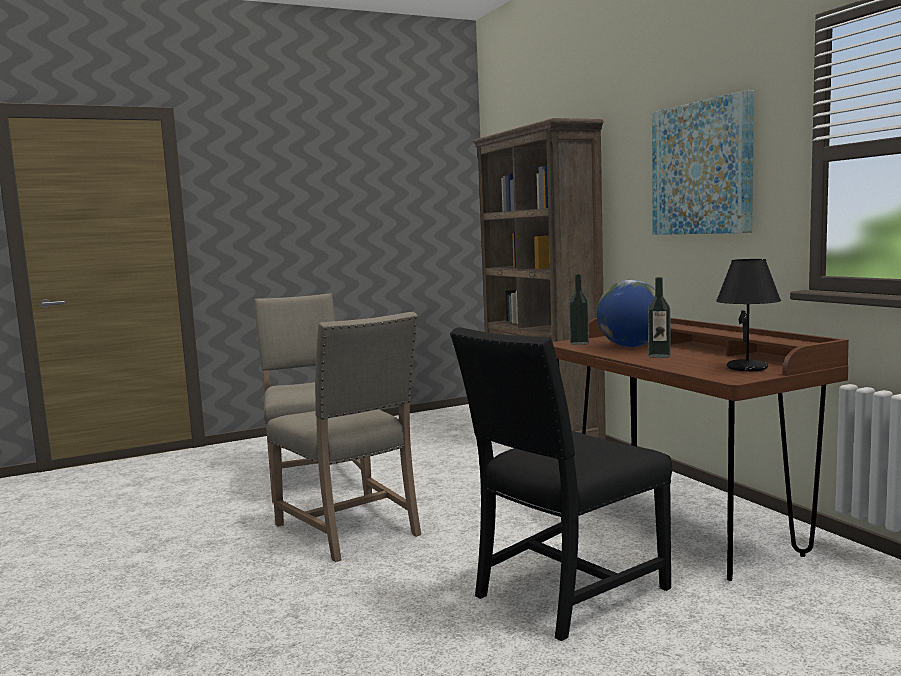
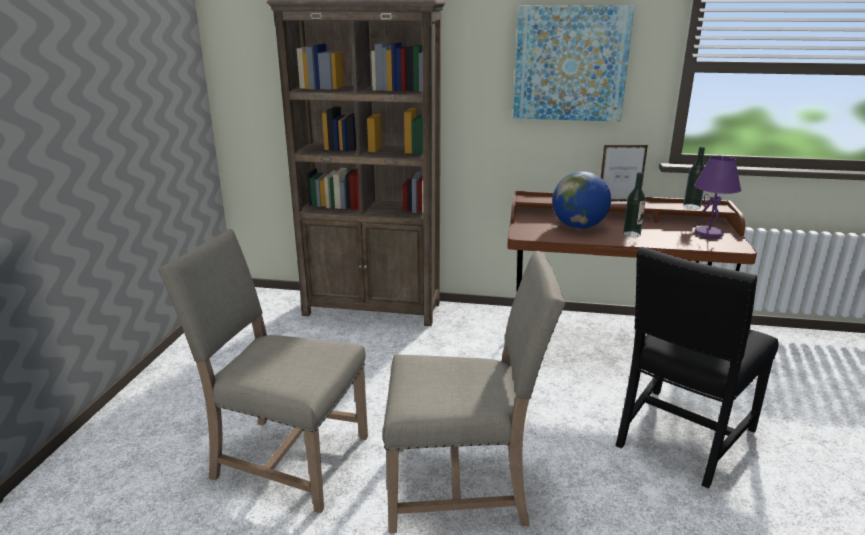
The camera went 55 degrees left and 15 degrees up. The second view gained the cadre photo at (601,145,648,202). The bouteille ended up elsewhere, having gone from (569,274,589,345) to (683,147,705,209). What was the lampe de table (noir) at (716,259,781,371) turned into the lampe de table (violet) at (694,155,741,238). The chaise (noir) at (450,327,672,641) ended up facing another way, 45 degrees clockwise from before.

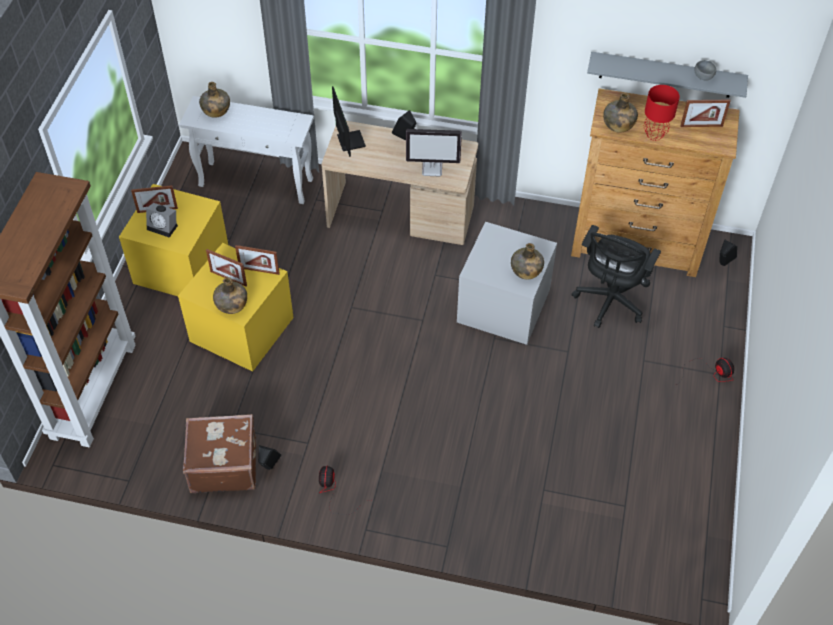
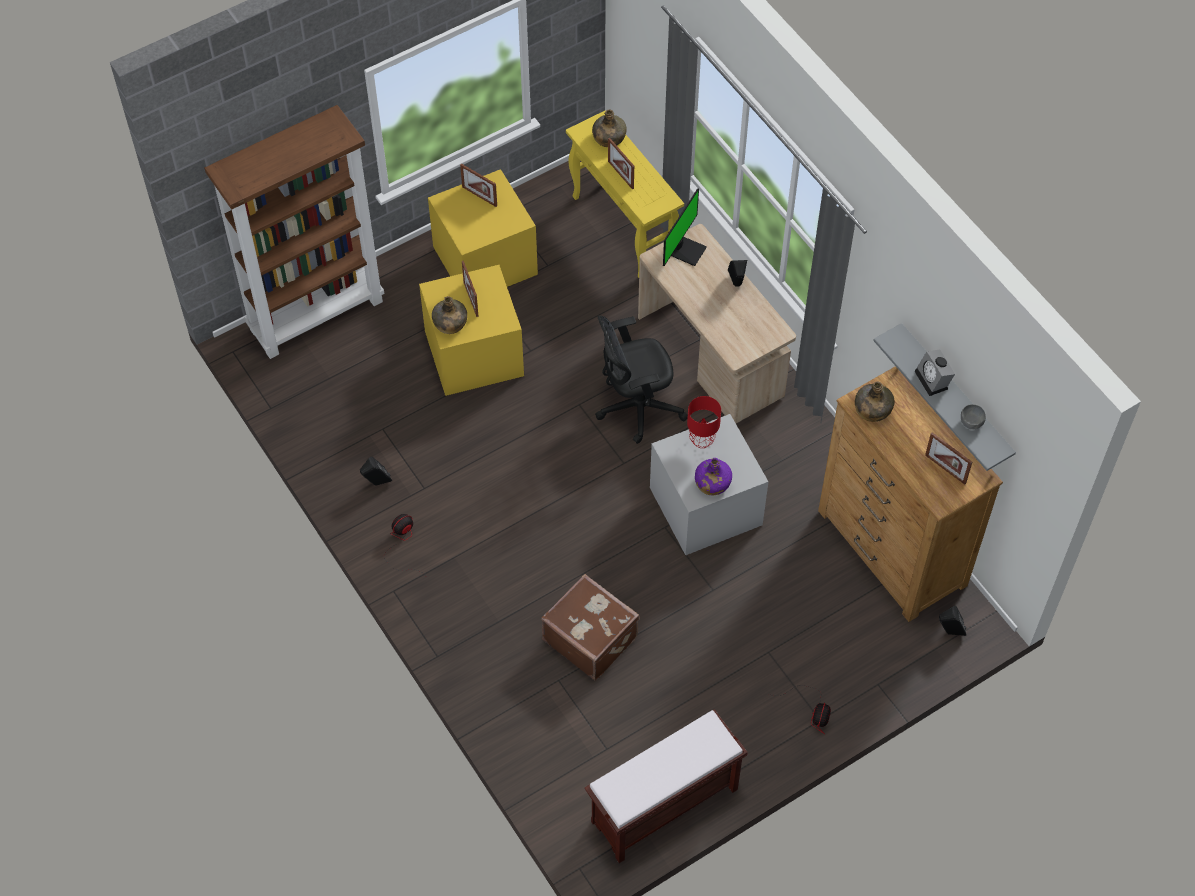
The camera went 45 degrees right and 5 degrees up. The second view lost the écran d'ordinateur at (406,129,462,176). The second view gained the banc (marron) at (585,709,748,863). The réveil ended up elsewhere, having gone from (146,203,178,238) to (915,349,955,396). The valise (marron) ended up elsewhere, having gone from (183,414,256,493) to (541,574,640,681). The cadre photo ended up elsewhere, having gone from (235,245,280,275) to (608,138,634,189). The chaise de bureau (noir) ended up elsewhere, having gone from (571,225,661,328) to (595,315,688,444). The lampe de table (rouge) ended up elsewhere, having gone from (644,85,680,141) to (687,396,721,448). What was the table console (blanc) at (179,96,314,204) turned into the table console (jaune) at (566,110,684,278). What was the bouteille (vert) at (511,243,544,280) turned into the bouteille (violet) at (695,458,732,495).

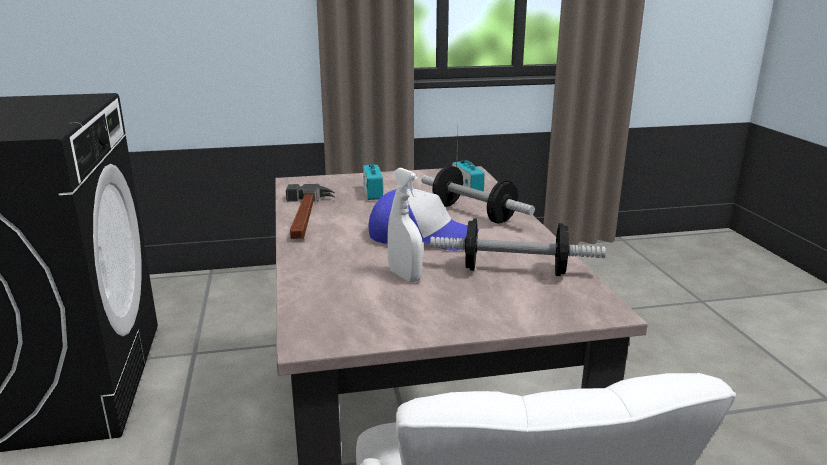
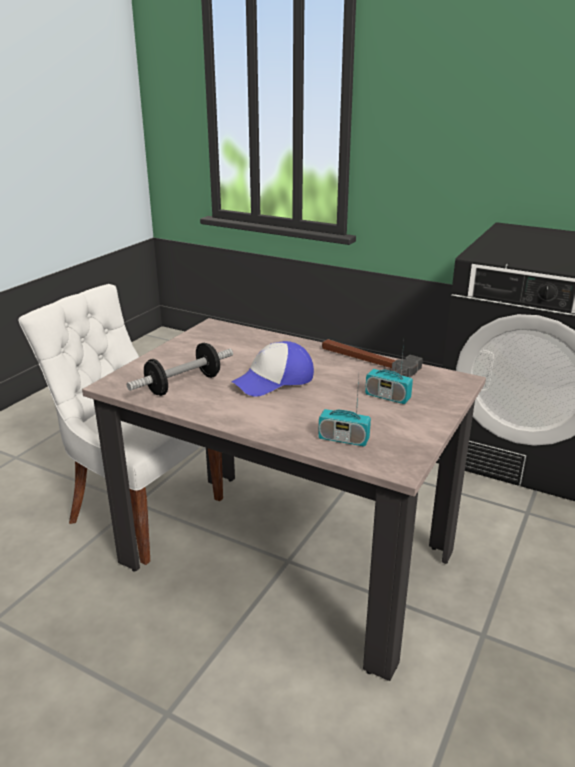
The camera went 130 degrees right and 5 degrees up. The second view lost the vaporisateur (blanc) at (387,168,423,282). The second view lost the haltère at (421,166,535,224).

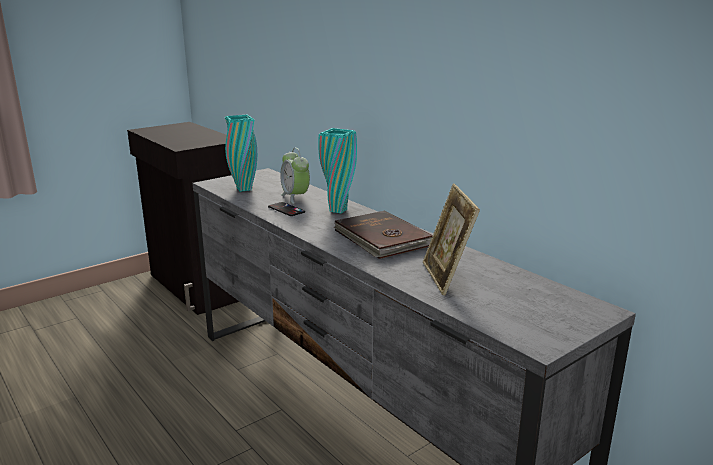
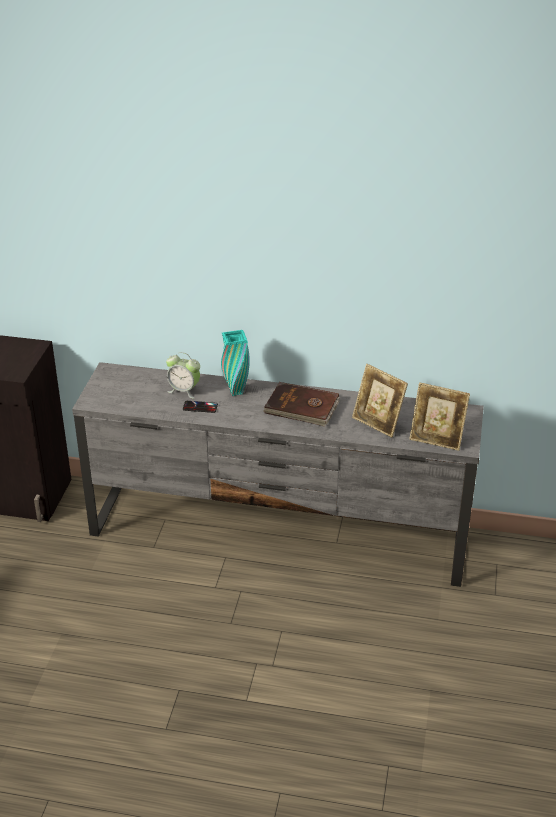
The camera went 40 degrees left and 15 degrees up. The second view lost the vase (turquoise) at (225,115,257,192). The second view gained the cadre photo at (409,382,470,451).

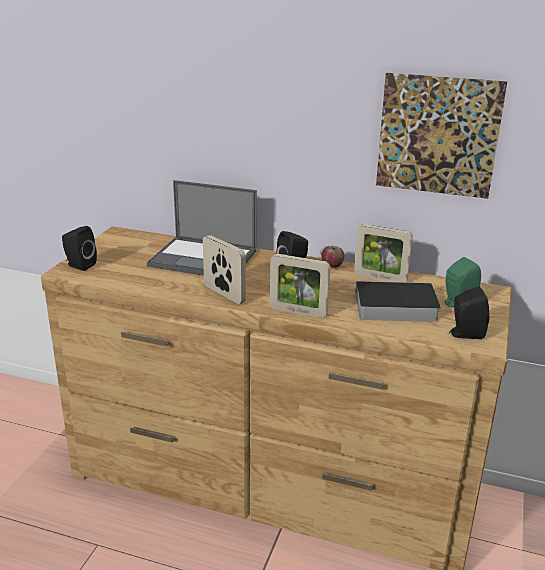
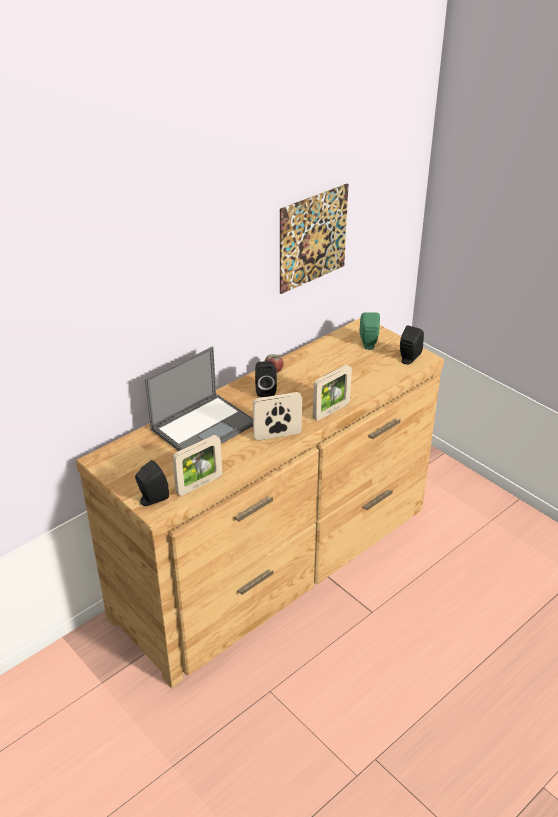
The camera went 60 degrees left and 10 degrees up. The second view lost the livre at (342,281,441,322). The cadre photo ended up elsewhere, having gone from (354,224,413,282) to (172,435,222,496).

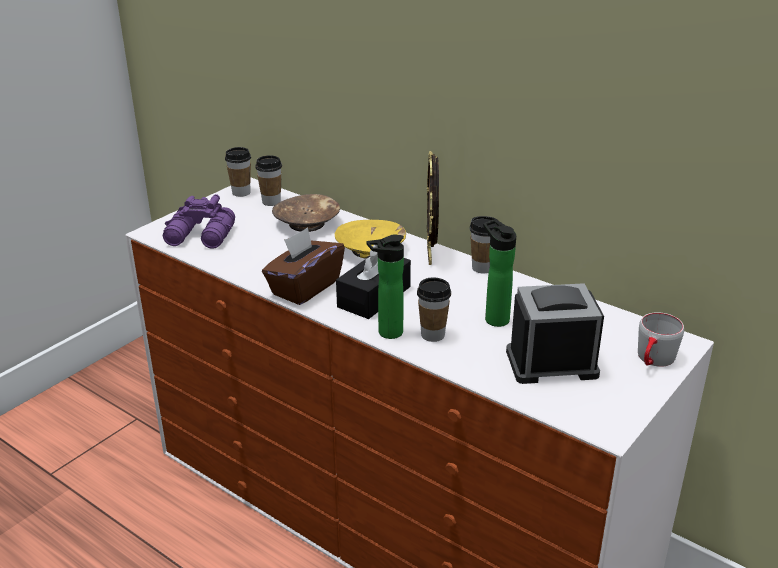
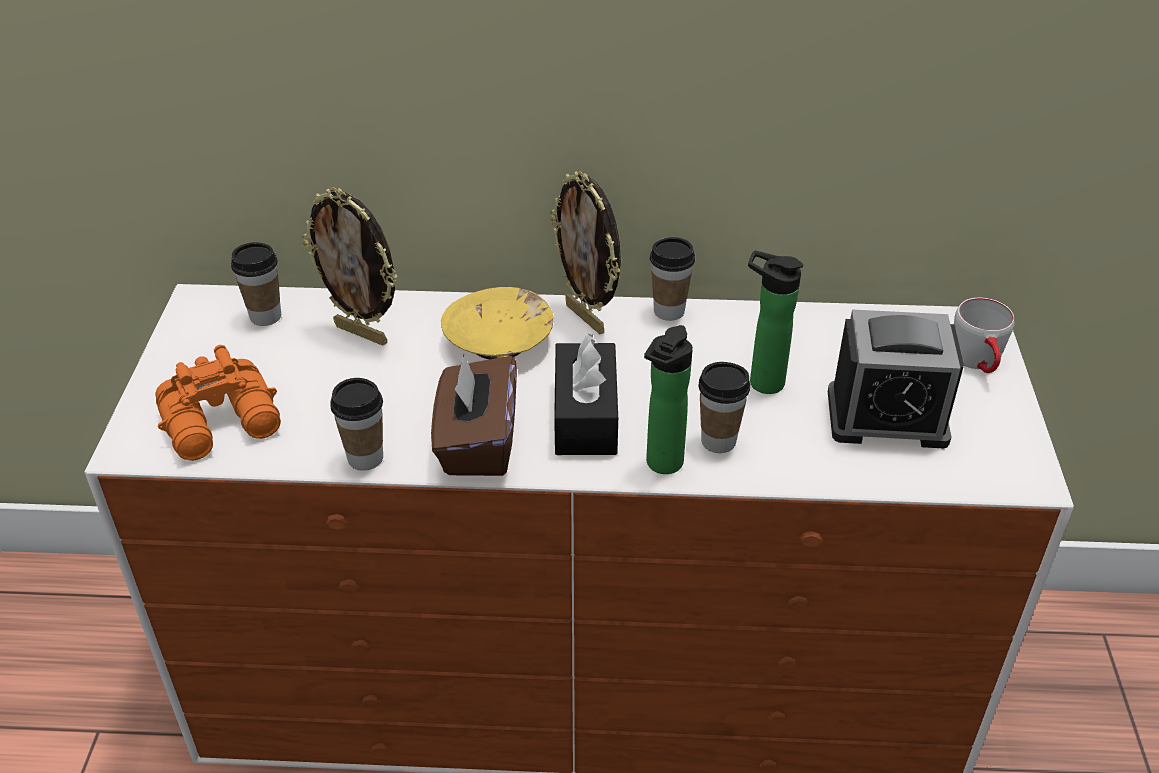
The camera went 35 degrees left and 10 degrees up. The tasse ended up elsewhere, having gone from (225,147,251,197) to (330,378,383,471). Where the bol (marron) stood at (272,194,340,232), the cadre photo came to stand at (302,187,397,345). What was the jumelles (violet) at (163,194,235,249) turned into the jumelles (orange) at (156,345,281,461). The réveil at (506,283,604,384) ended up facing another way, 135 degrees counterclockwise from before.

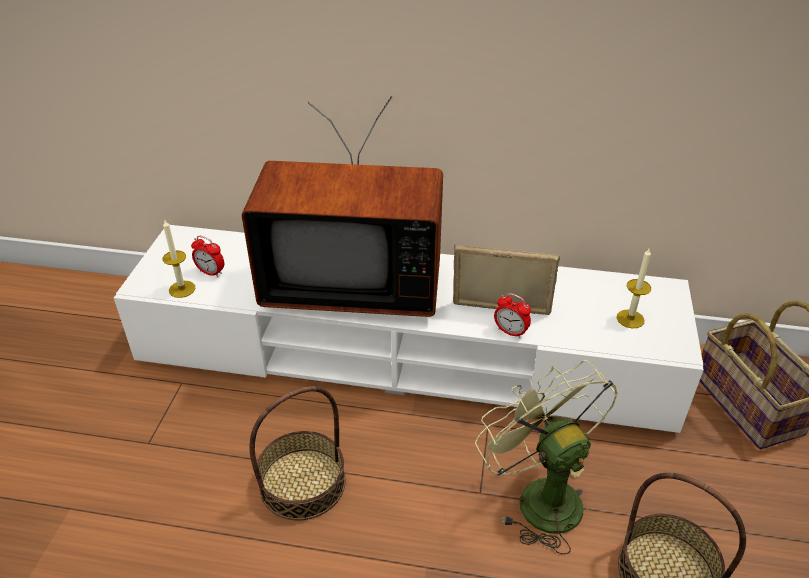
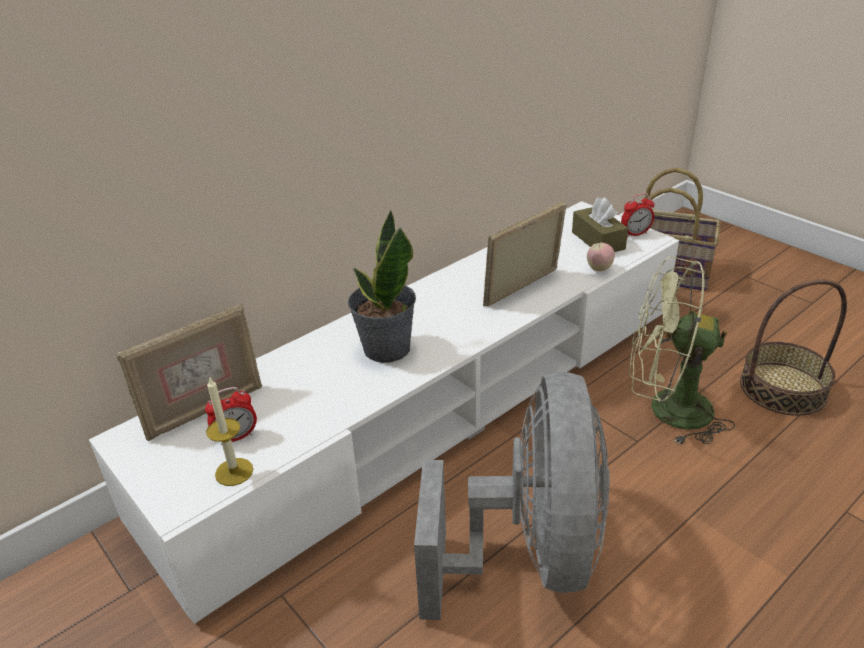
The camera went 50 degrees left and 5 degrees down. The second view gained the cadre photo at (117,304,262,441). The second view gained the pomme at (587,242,615,271). The réveil ended up elsewhere, having gone from (494,293,531,339) to (621,193,654,238). Where the téléviseur stood at (242,96,443,317), the plante en pot came to stand at (348,209,416,363). Where the panier stood at (249,386,346,521), the ventilateur (gris) came to stand at (414,372,610,620). Where the bougie stood at (617,249,651,328), the boîte à mouchoirs (marron) came to stand at (572,197,628,252).

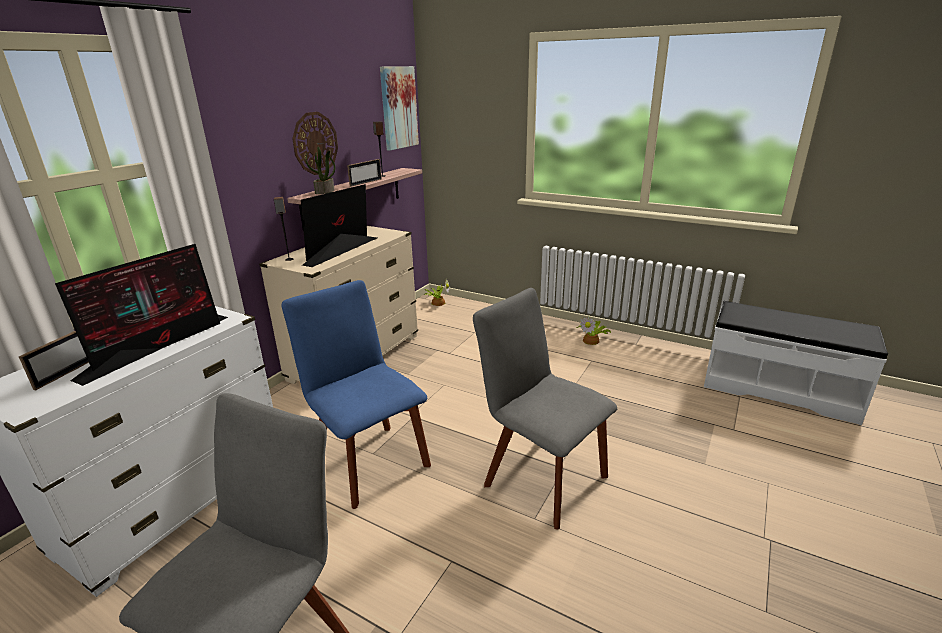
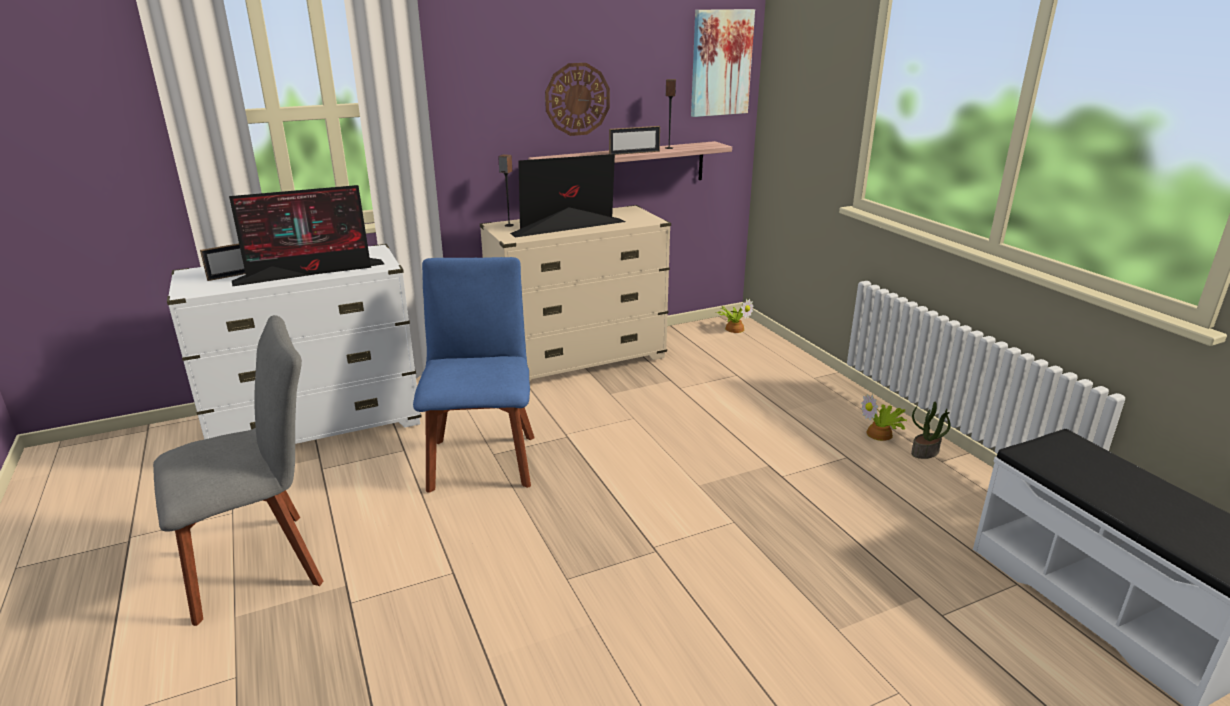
The camera went 35 degrees right and 0 degrees up. The second view lost the chaise (gris) at (473,288,617,529). The plante en pot ended up elsewhere, having gone from (306,147,335,194) to (911,402,951,459).

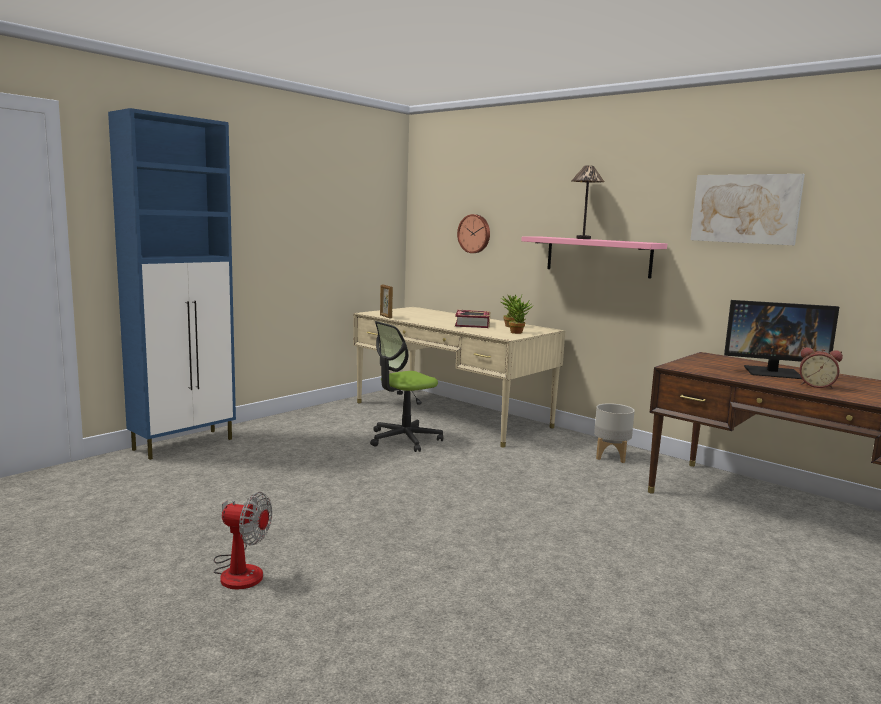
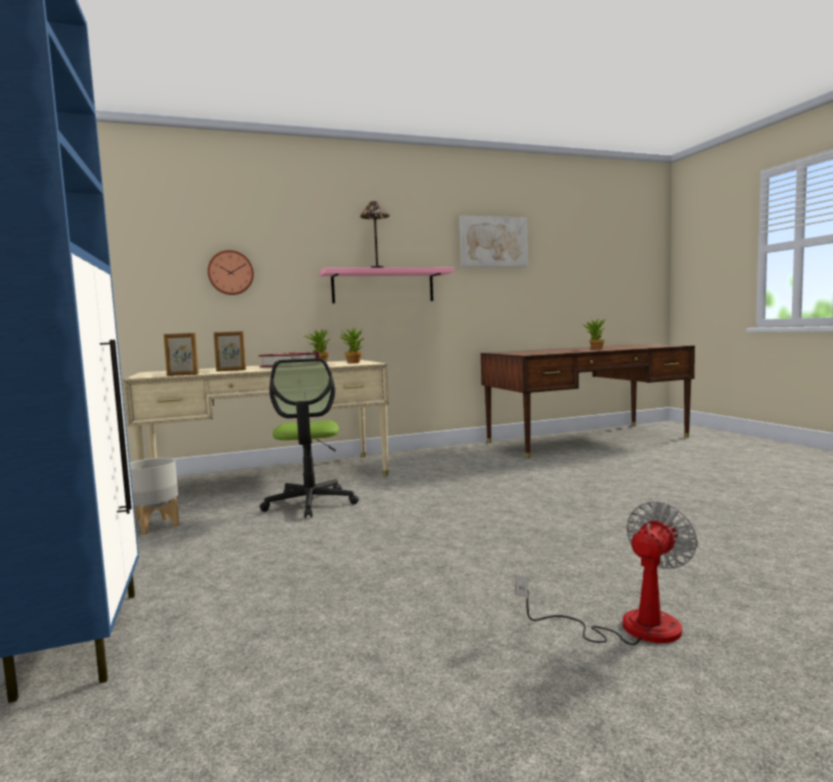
The camera went 60 degrees left and 5 degrees down. The second view lost the écran d'ordinateur at (724,300,839,379). The second view gained the cadre photo at (214,331,246,371). The cache-pot (gris) ended up elsewhere, having gone from (594,403,635,463) to (130,458,179,535). Where the réveil stood at (800,347,843,389), the plante en pot came to stand at (582,318,606,350).

